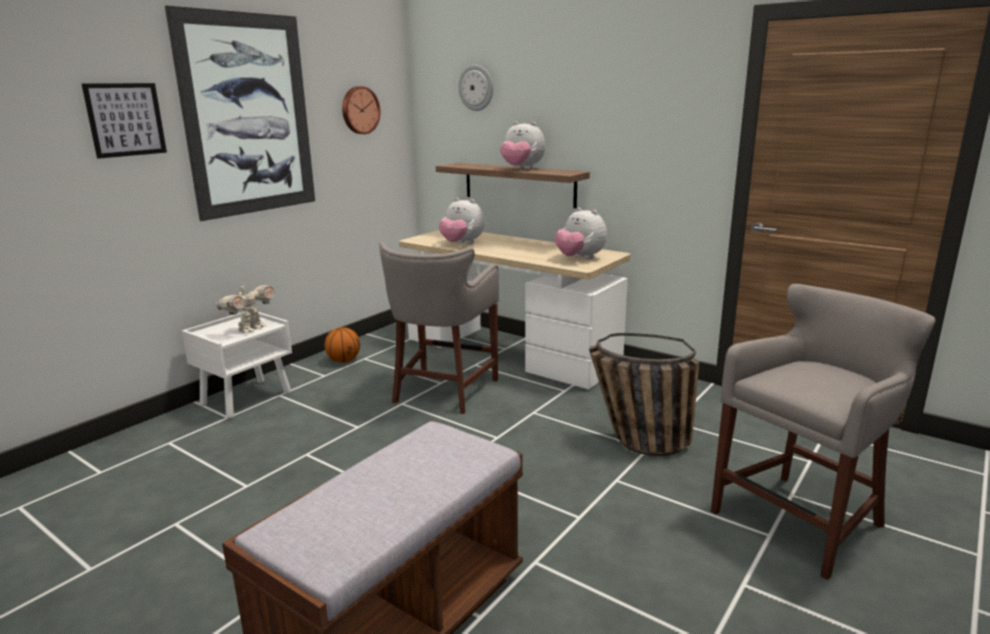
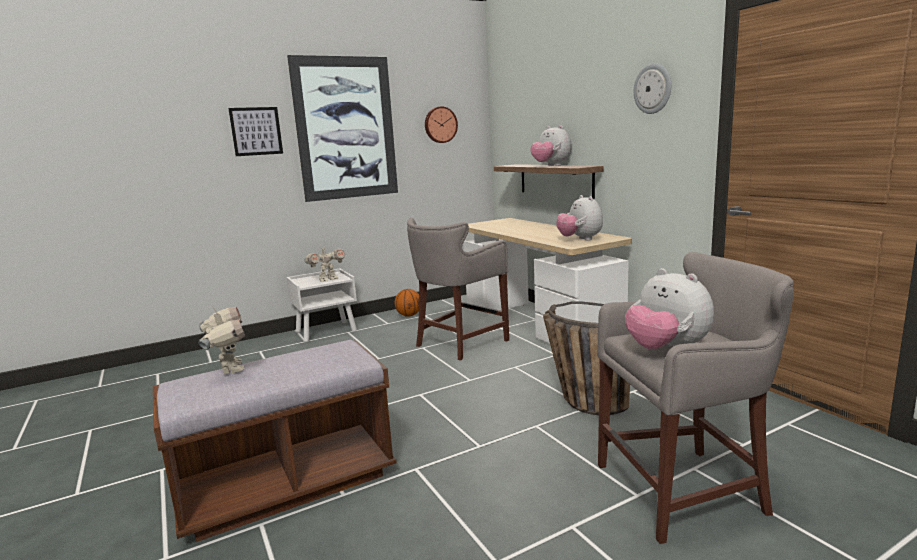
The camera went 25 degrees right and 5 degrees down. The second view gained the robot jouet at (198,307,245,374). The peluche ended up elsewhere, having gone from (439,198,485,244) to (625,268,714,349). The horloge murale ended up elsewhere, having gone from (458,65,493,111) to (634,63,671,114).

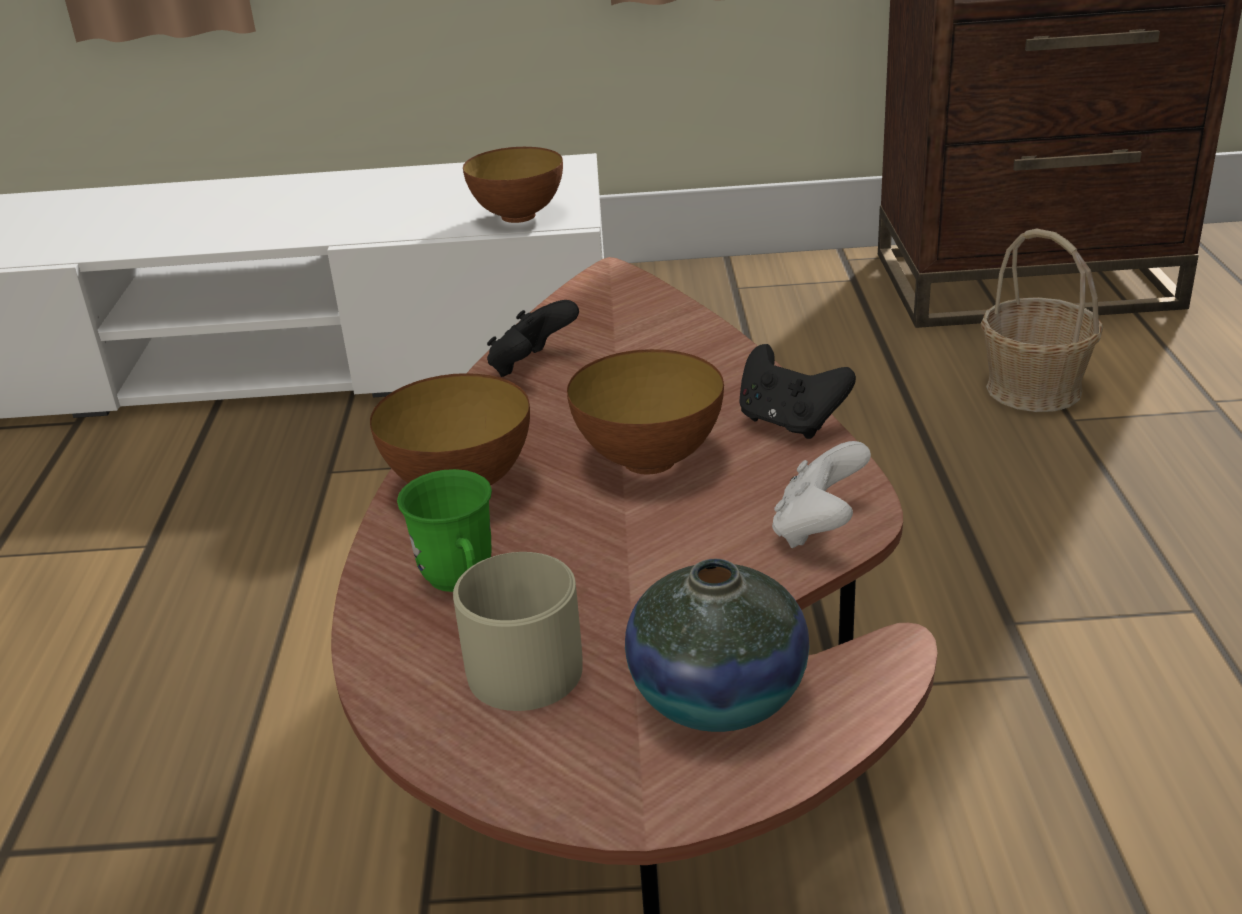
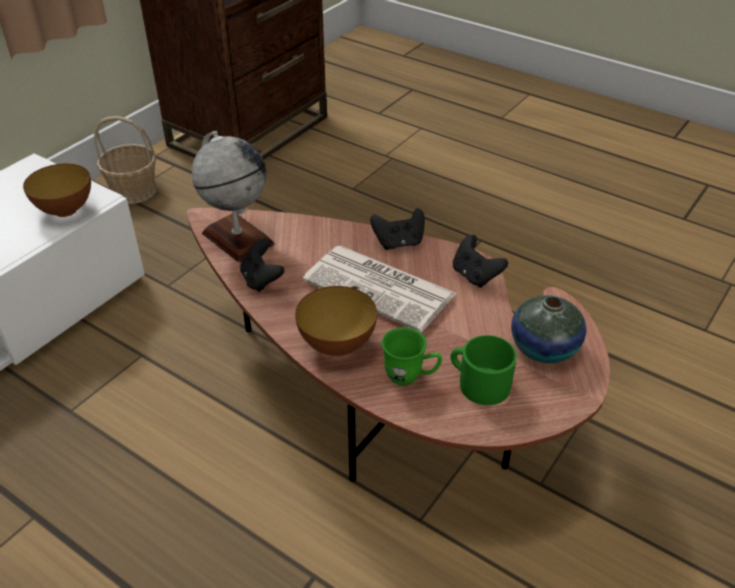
The camera went 55 degrees left and 10 degrees up. The second view gained the globe at (192,131,275,263). The panier ended up elsewhere, having gone from (981,229,1103,412) to (94,116,157,204). Where the bol stood at (567,349,724,475), the journal came to stand at (303,246,456,332). What was the mug (beige) at (453,552,583,711) turned into the mug (vert) at (450,335,517,405). What was the manette (blanc) at (772,441,871,548) turned into the manette (noir) at (453,235,508,288).

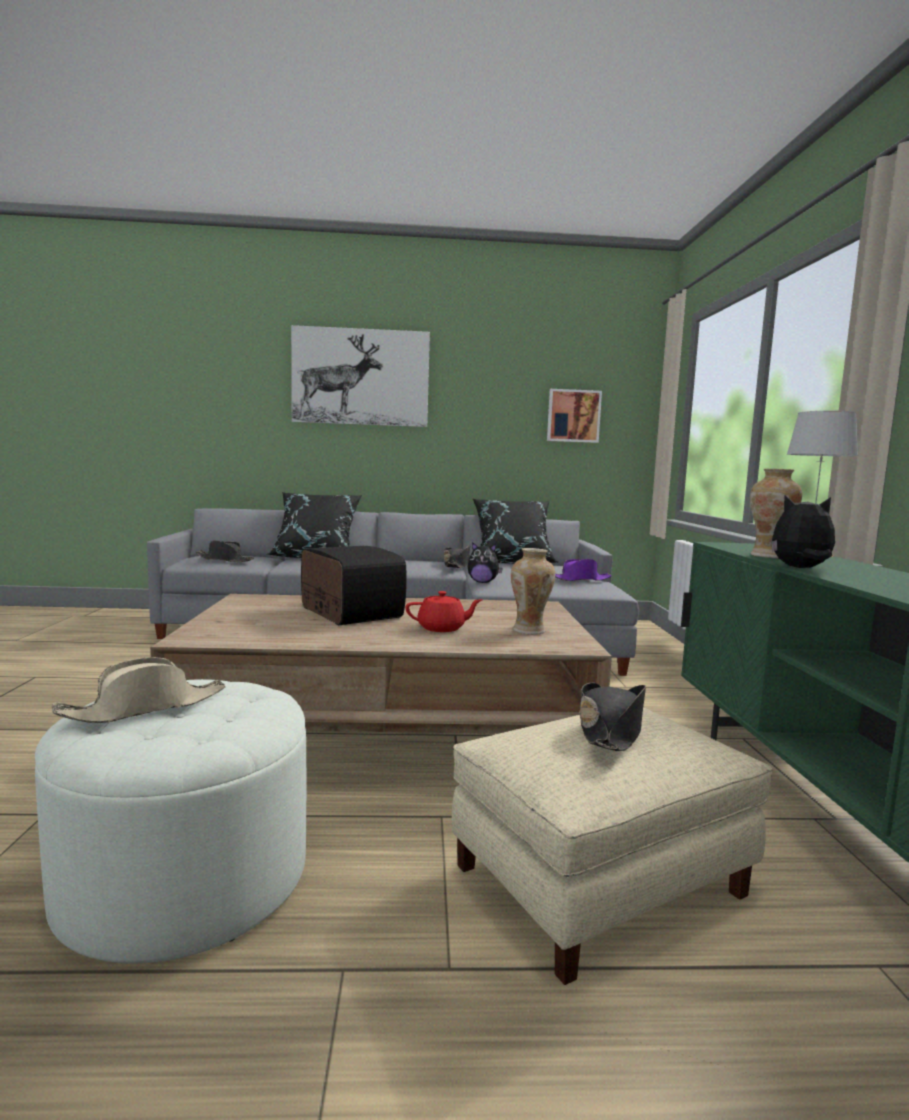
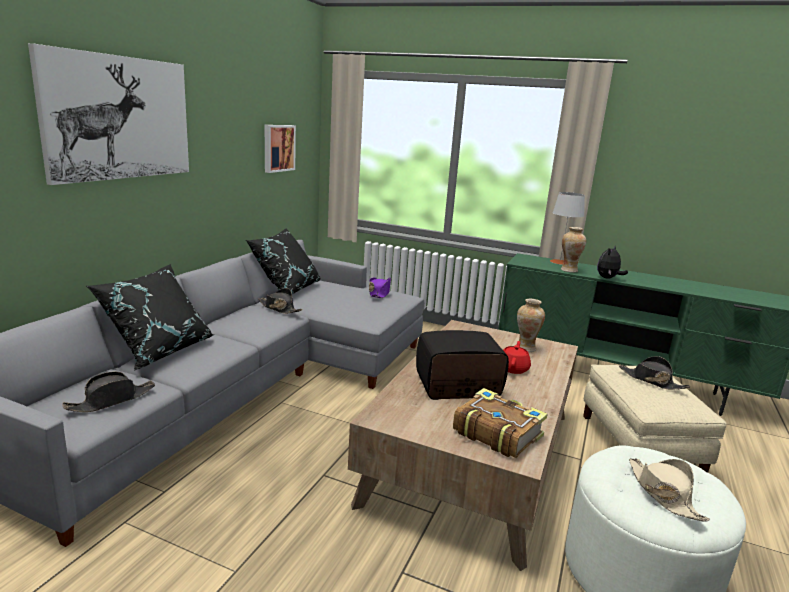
The camera went 65 degrees left and 10 degrees up. The second view lost the peluche at (467,542,503,583). The second view gained the livre at (453,388,547,458).

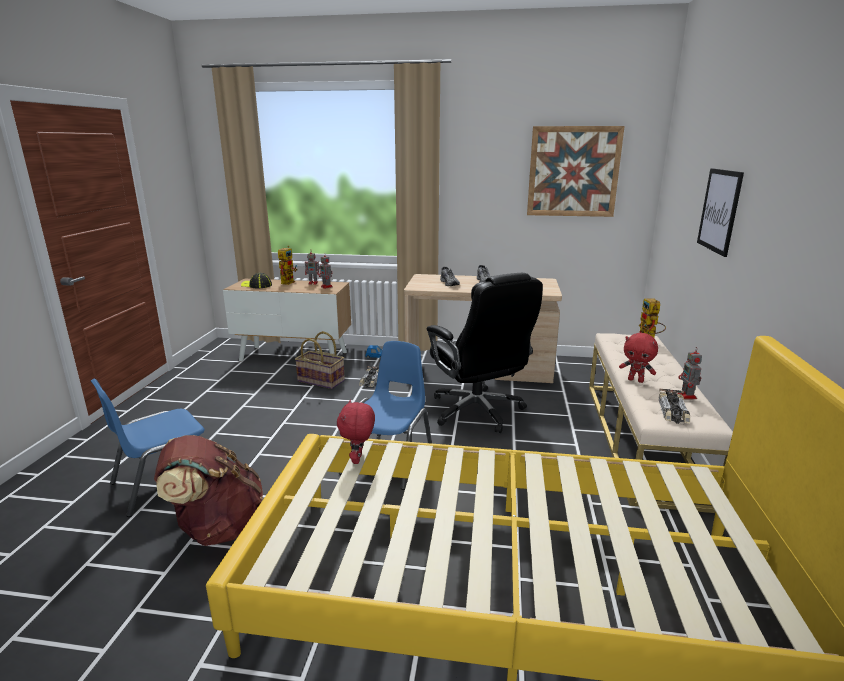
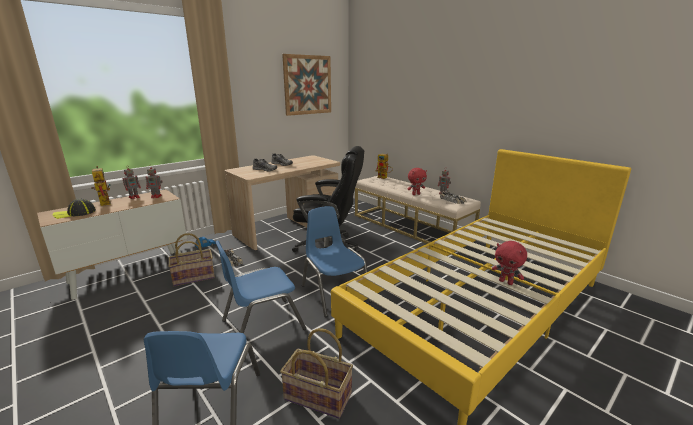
The camera went 50 degrees left and 0 degrees up. The second view lost the tableau at (697,168,744,257). The second view gained the chaise (bleu) at (215,240,306,334). The peluche (rouge) ended up elsewhere, having gone from (337,400,375,464) to (492,241,527,285). Where the sac à dos (marron) stood at (154,435,263,546), the panier came to stand at (280,328,353,419).

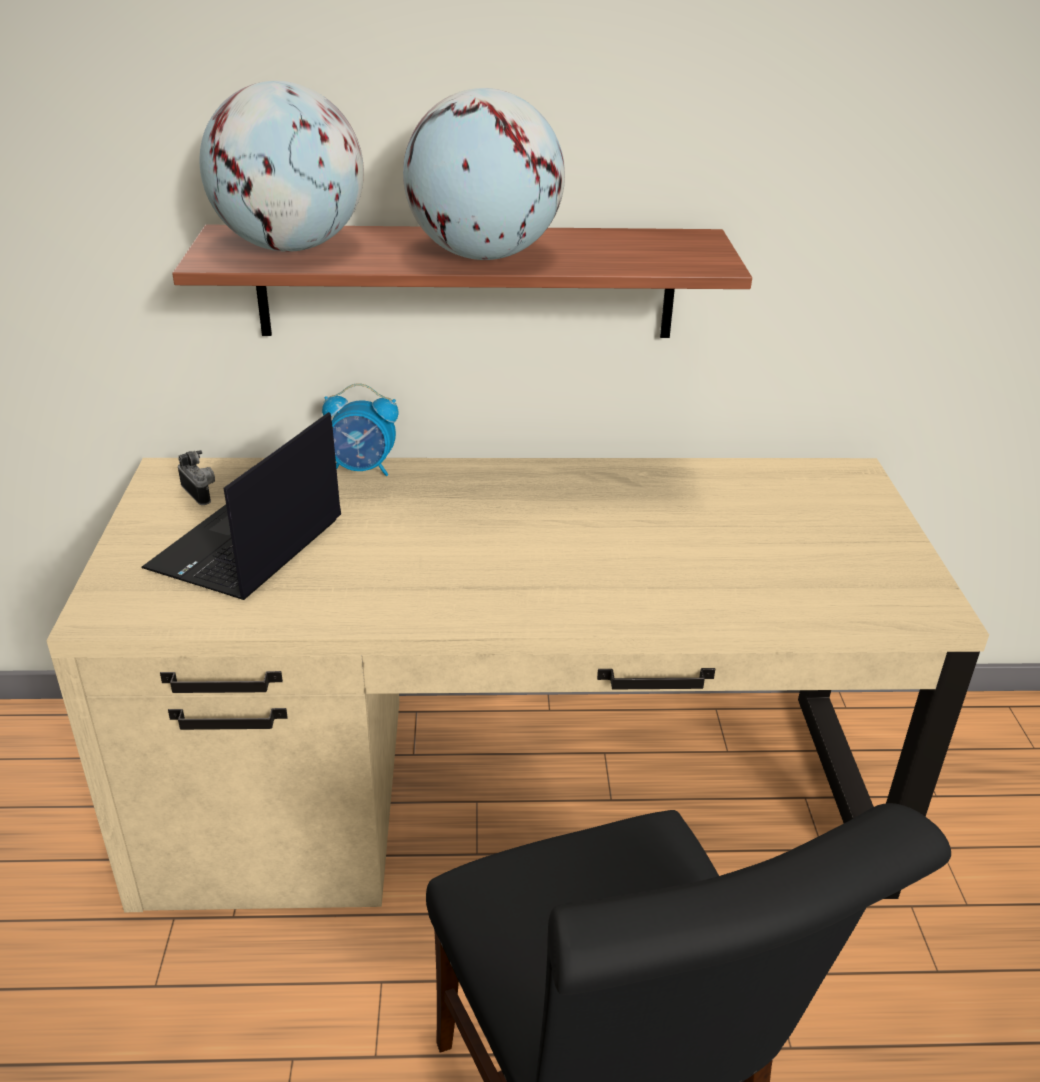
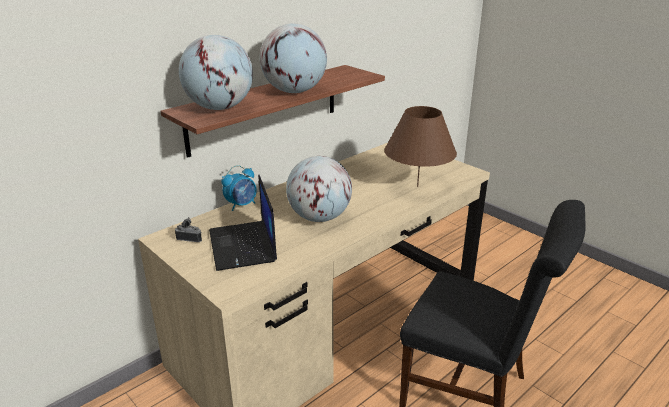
The camera went 40 degrees left and 5 degrees down. The second view gained the globe at (286,156,352,222). The second view gained the lampe de table (marron) at (384,106,457,187).

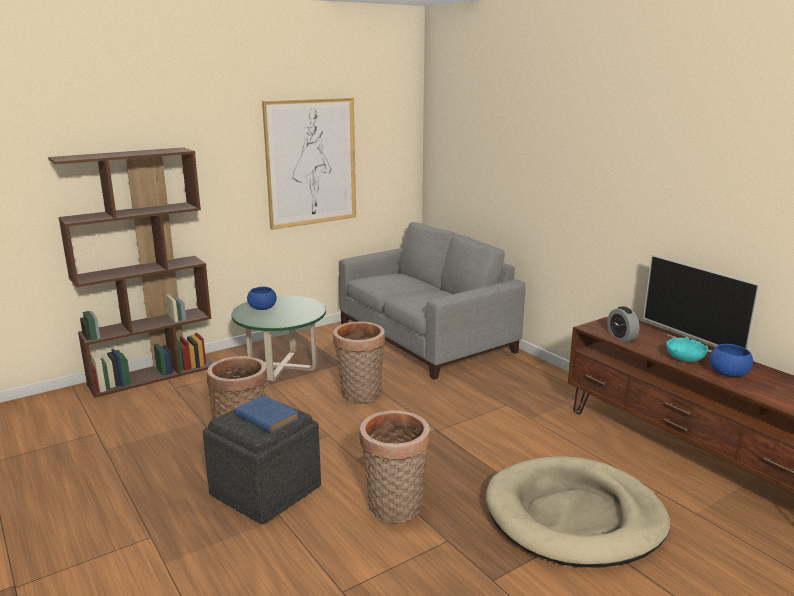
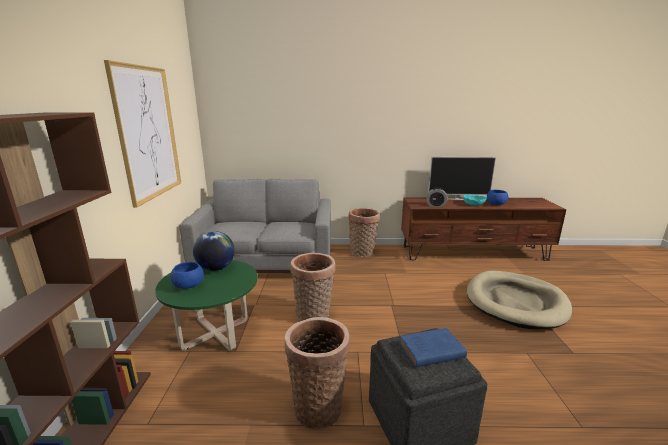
The camera went 55 degrees left and 0 degrees up. The second view gained the globe at (193,231,235,271). The panier ended up elsewhere, having gone from (360,410,430,523) to (349,208,380,257).

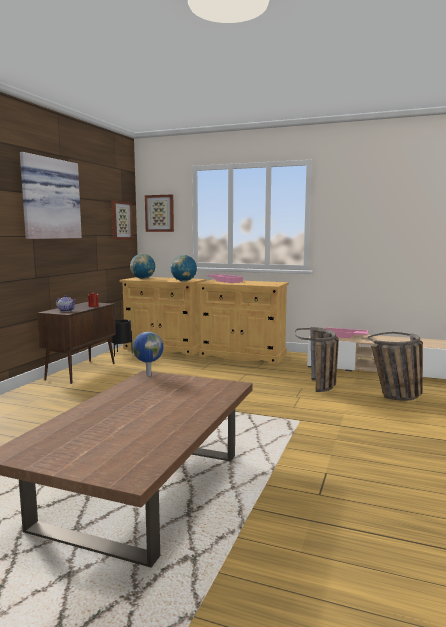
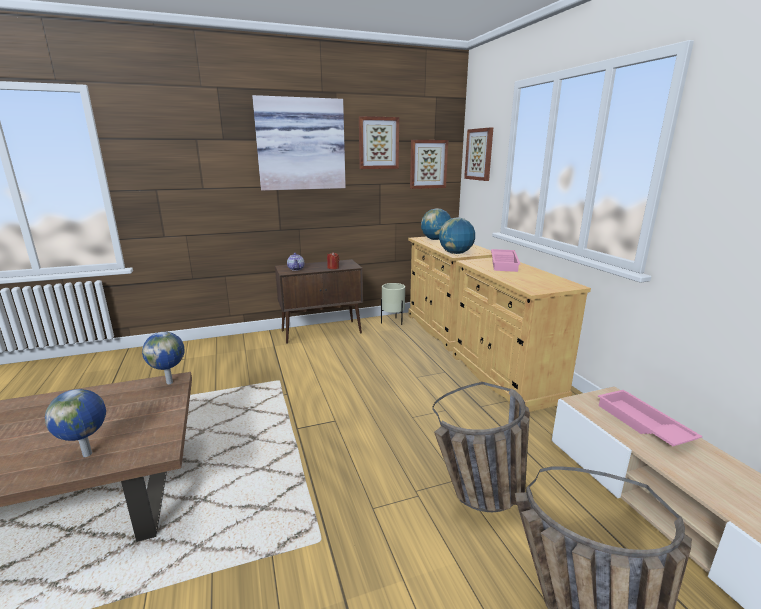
The camera went 50 degrees right and 10 degrees up. The second view gained the globe at (45,389,106,457). The second view gained the tableau at (359,116,399,169). What was the cache-pot (noir) at (111,319,133,357) turned into the cache-pot (beige) at (381,283,405,325).

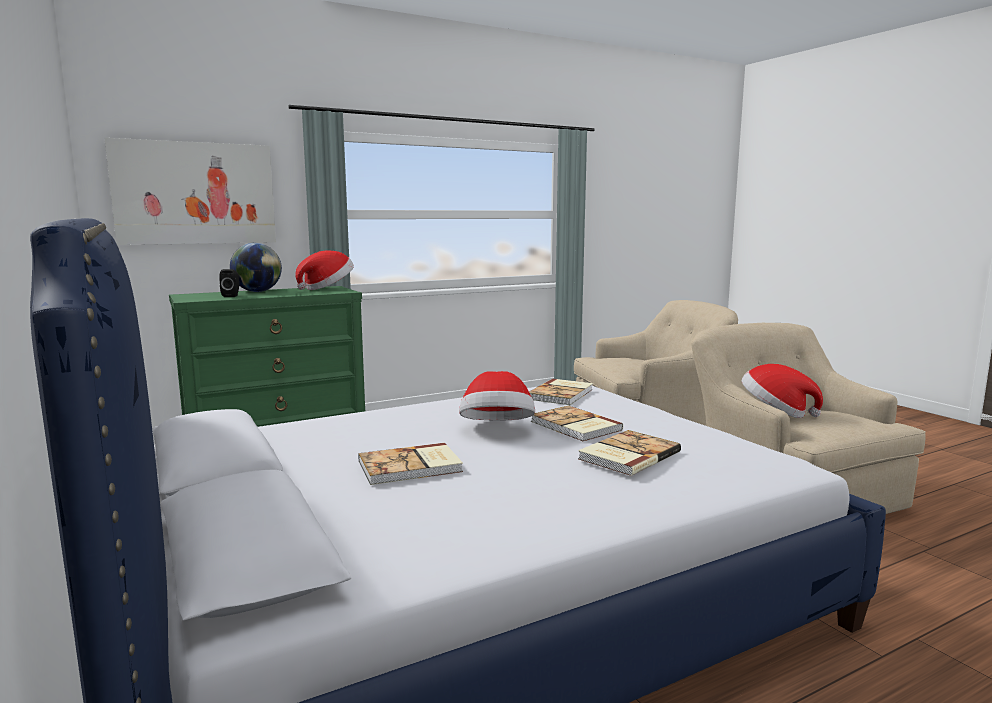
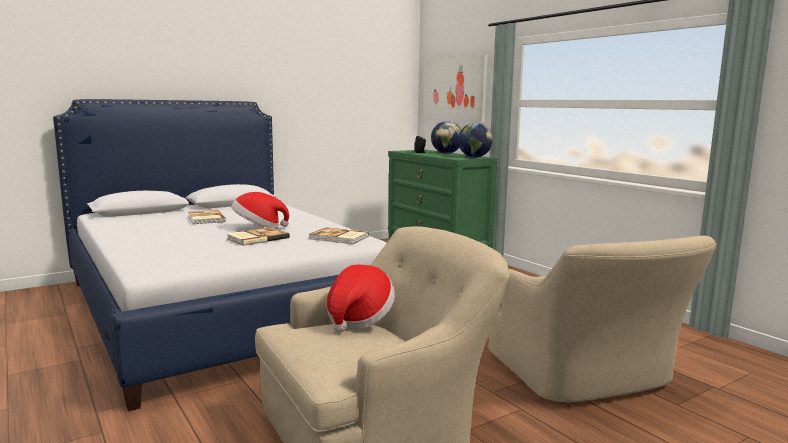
The camera went 85 degrees right and 0 degrees up. The second view lost the livre at (578,430,681,476). Where the chapeau stood at (295,250,354,290), the globe came to stand at (458,123,493,157).

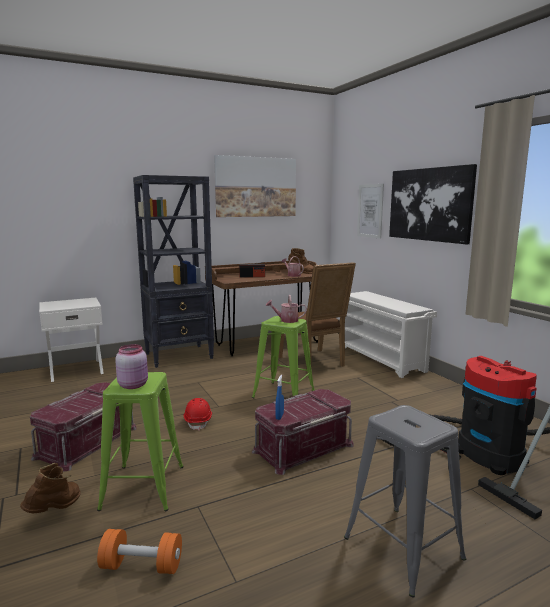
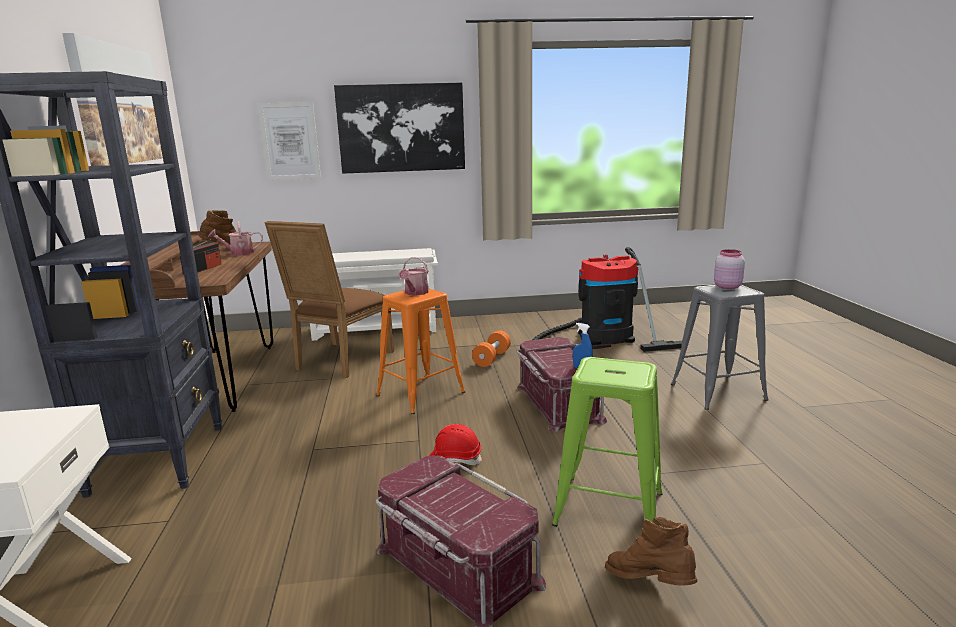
The camera went 70 degrees left and 5 degrees up. The haltère (orange) ended up elsewhere, having gone from (97,529,182,574) to (472,330,511,367). The bocal (rose) ended up elsewhere, having gone from (115,344,148,389) to (714,249,745,289). What was the tabouret (vert) at (252,316,315,398) turned into the tabouret (orange) at (376,288,465,414). The chaise (marron) at (278,262,356,373) ended up facing another way, 120 degrees clockwise from before.

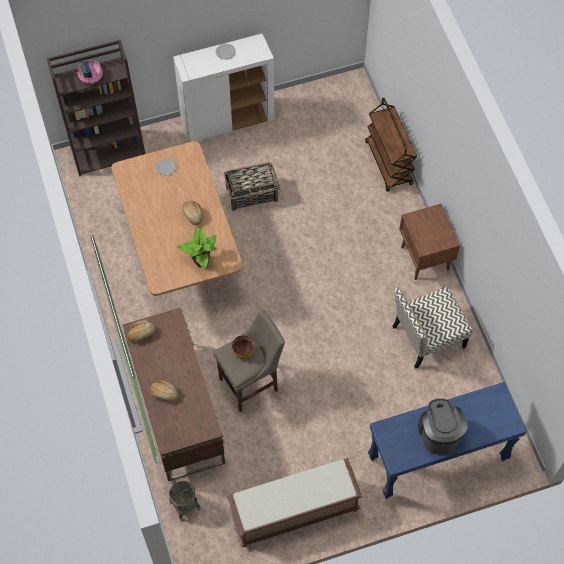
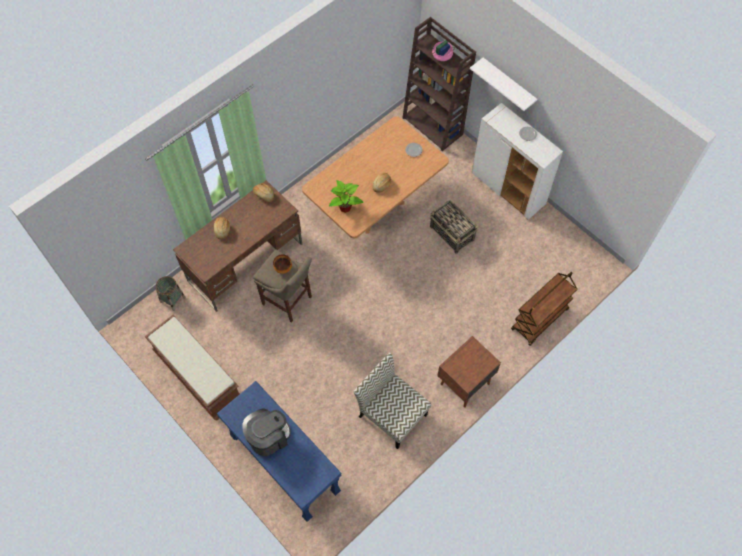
The camera went 65 degrees right and 0 degrees up. The second view gained the étagère (blanc) at (470,58,537,111).

